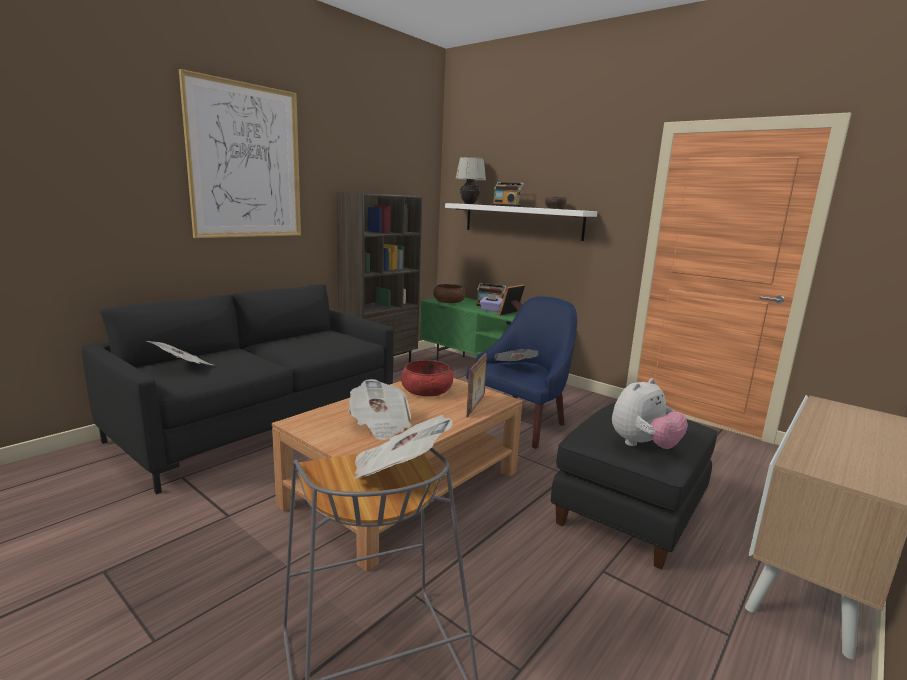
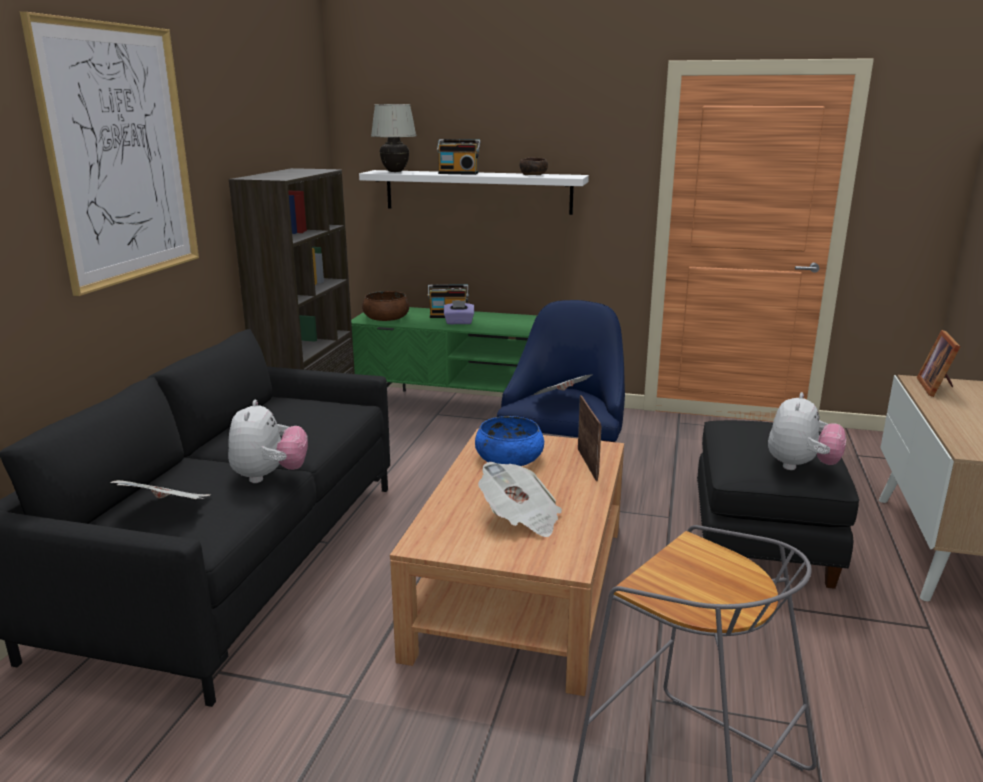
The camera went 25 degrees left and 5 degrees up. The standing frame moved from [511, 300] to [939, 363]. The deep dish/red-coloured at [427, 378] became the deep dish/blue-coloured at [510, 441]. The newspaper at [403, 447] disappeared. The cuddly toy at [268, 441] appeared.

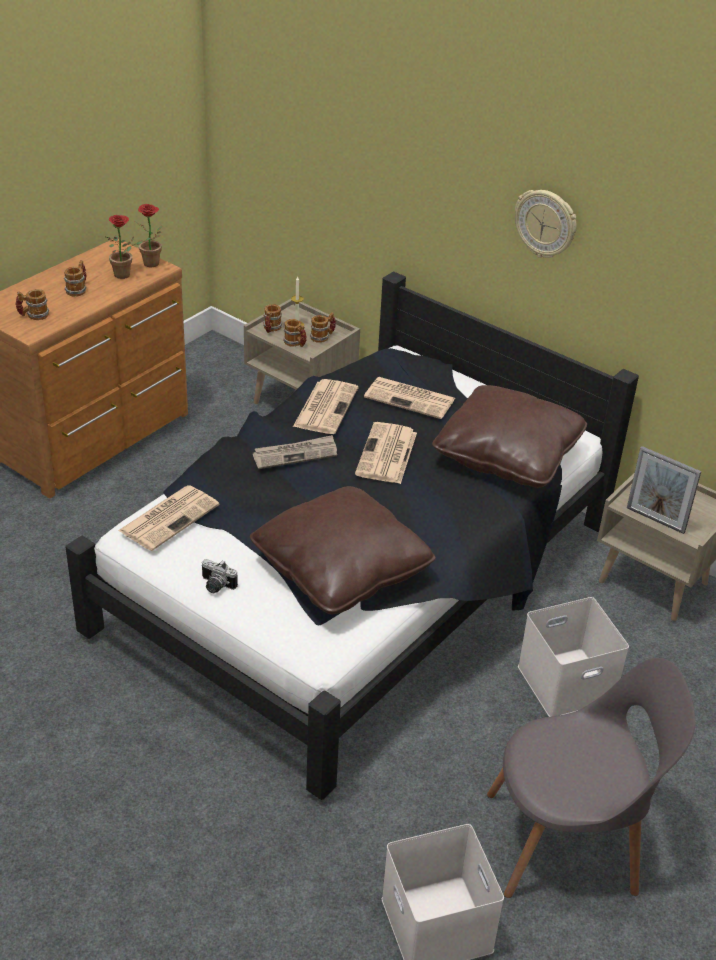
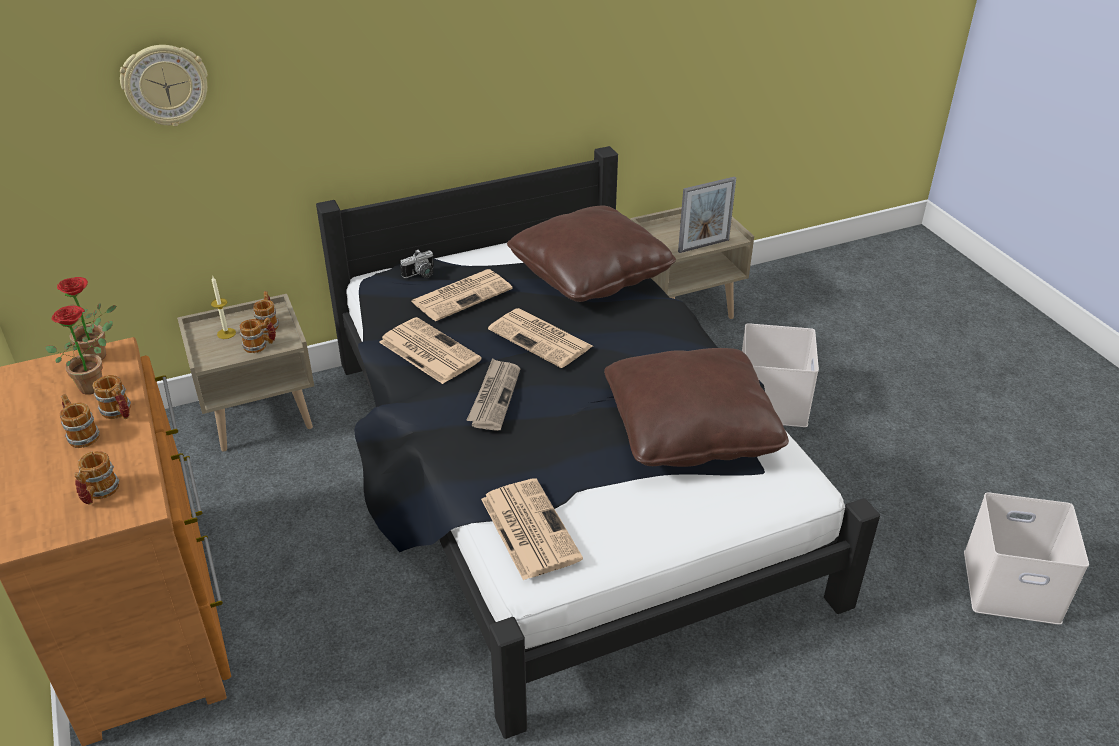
The camera went 60 degrees left and 0 degrees up. The hanging clock moved from [546, 224] to [164, 85]. The tea mug moved from [272, 318] to [112, 397]. The photo camera moved from [219, 576] to [417, 263]. The upright chair/grey at [591, 778] disappeared.

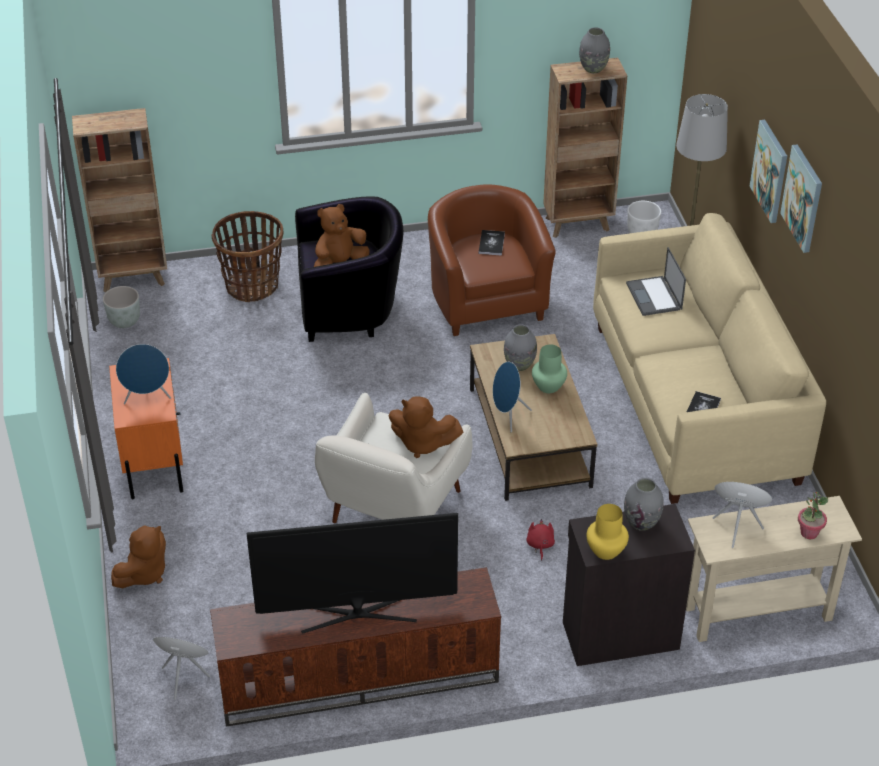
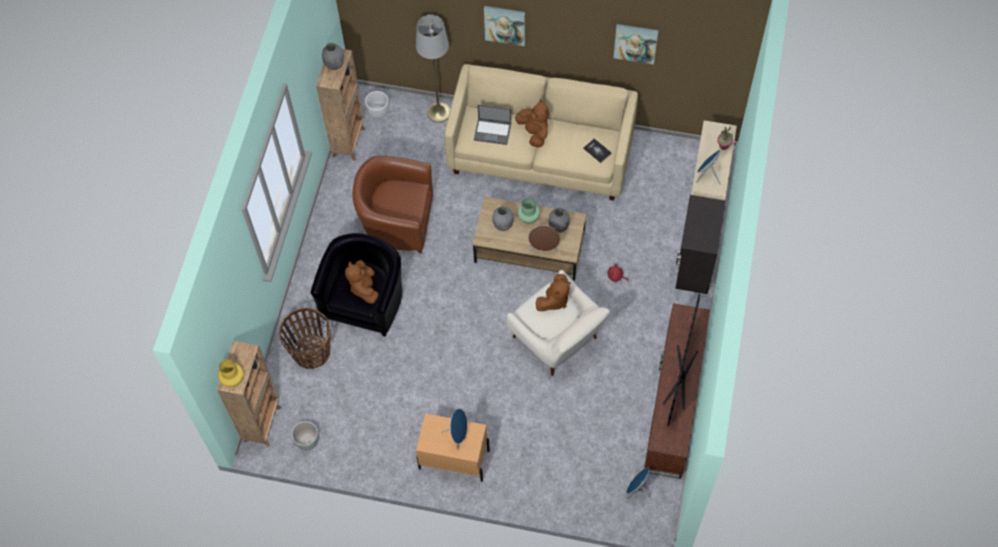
The camera went 65 degrees left and 20 degrees up. The wall art moved from [801, 198] to [636, 44]. The bound book at [491, 243] disappeared. The nightstand/orange at [146, 428] became the nightstand/beige at [453, 447]. The speaker/blue-coloured at [512, 397] became the speaker/brown-coloured at [544, 239]. The vase/grey moved from [644, 504] to [559, 220]. The vase/yellow-coloured moved from [607, 532] to [231, 373]. The cuddly toy/brown-coloured moved from [138, 556] to [532, 123].

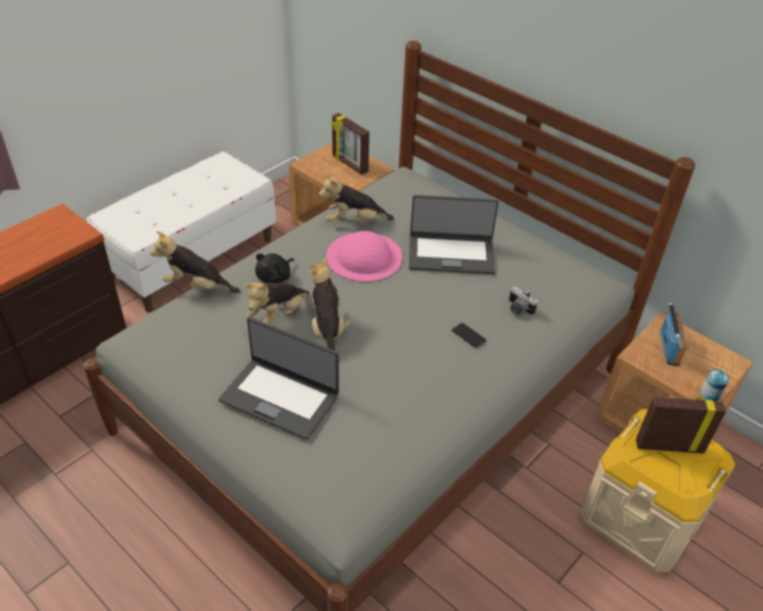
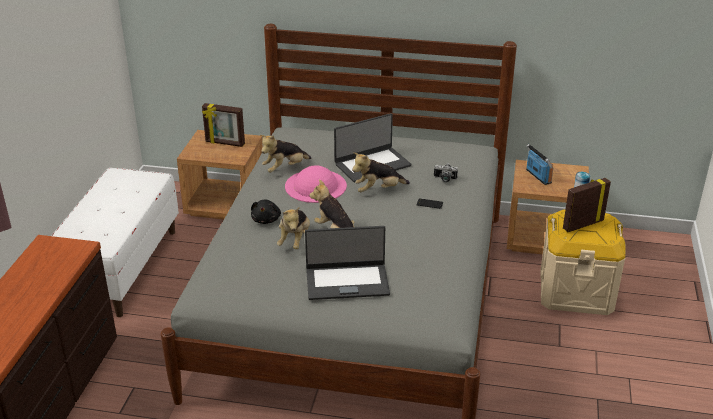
The camera went 30 degrees left and 10 degrees down. The cuddly toy moved from [195, 262] to [381, 172].

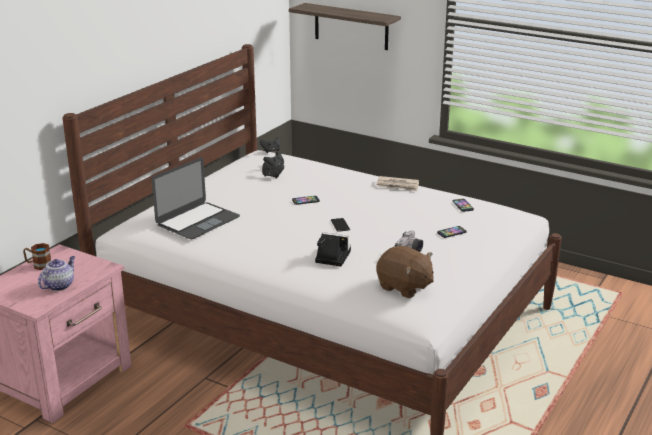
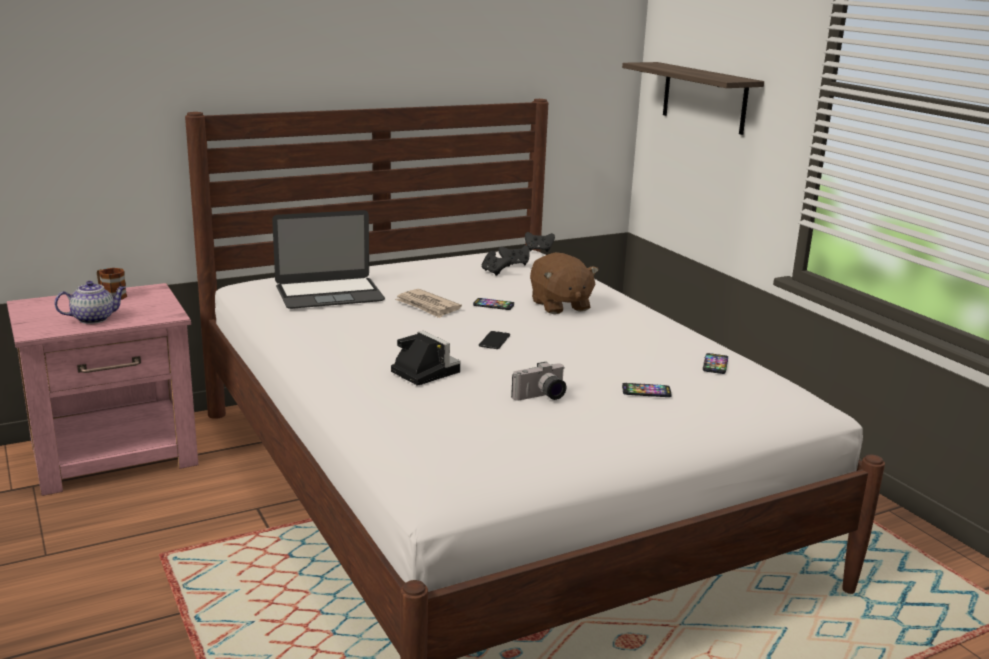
The camera went 30 degrees right and 5 degrees down. The newspaper moved from [397, 183] to [428, 303]. The cuddly toy/brown-coloured moved from [405, 272] to [564, 283].

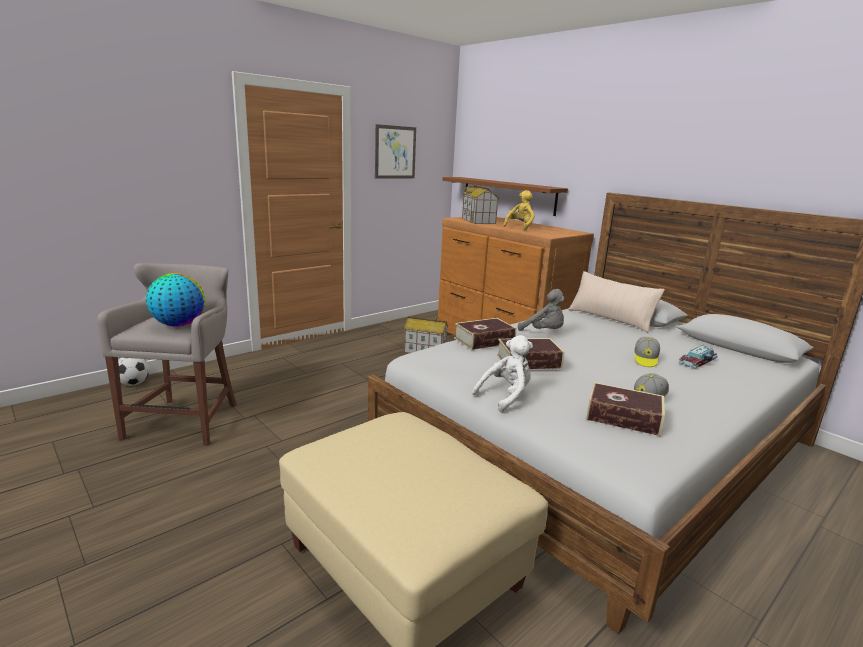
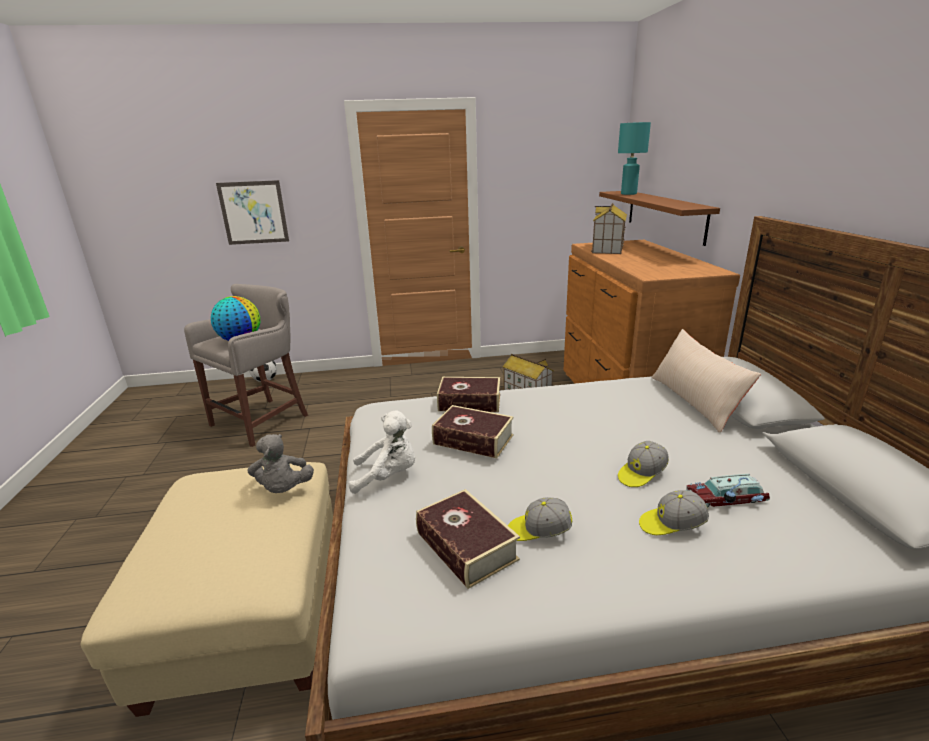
The camera went 35 degrees right and 5 degrees up. The wall art moved from [395, 151] to [252, 212]. The cuddly toy/yellow-coloured at [519, 210] disappeared. The cuddly toy/grey moved from [541, 310] to [281, 463]. The table lamp/blue-green at [634, 158] appeared. The peaked cap at [674, 512] appeared.

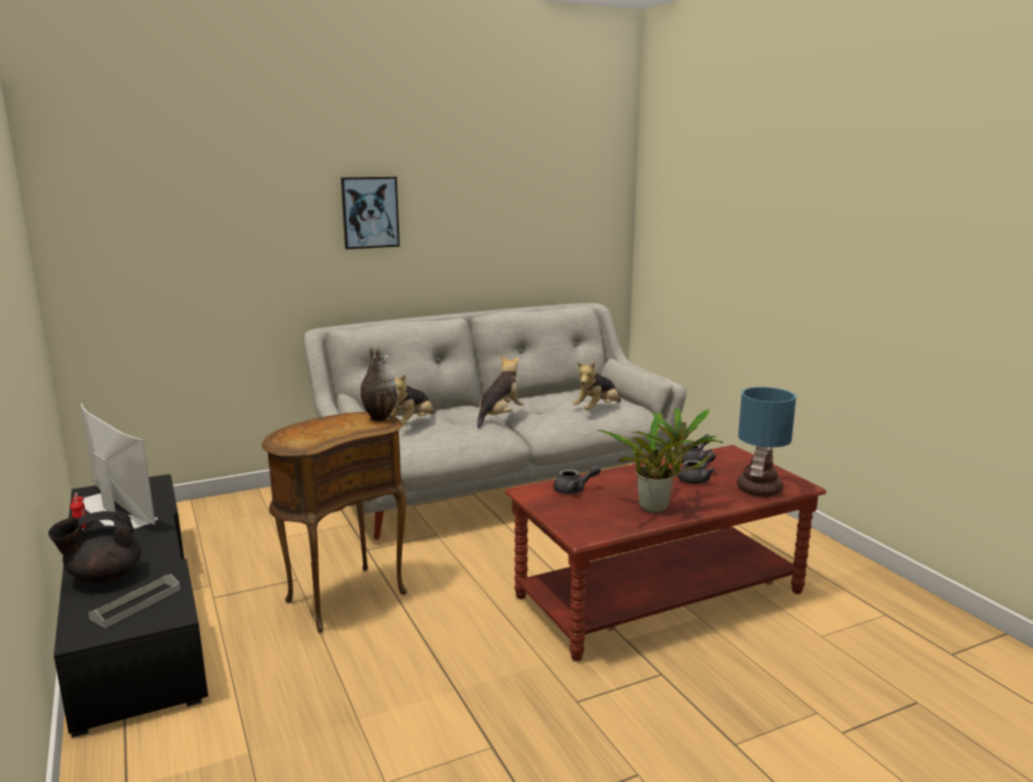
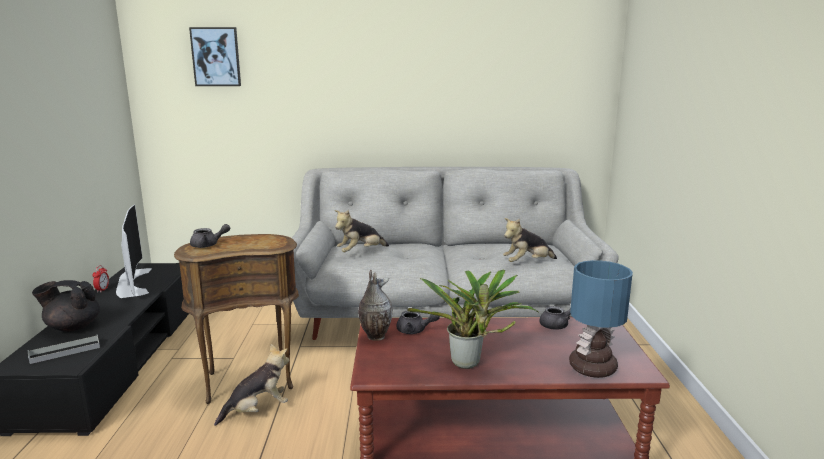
The camera went 25 degrees right and 0 degrees up. The wall art moved from [370, 213] to [215, 56]. The vase moved from [379, 384] to [375, 305]. The cuddly toy moved from [500, 392] to [251, 385]. The teapot/grey moved from [697, 467] to [210, 236].

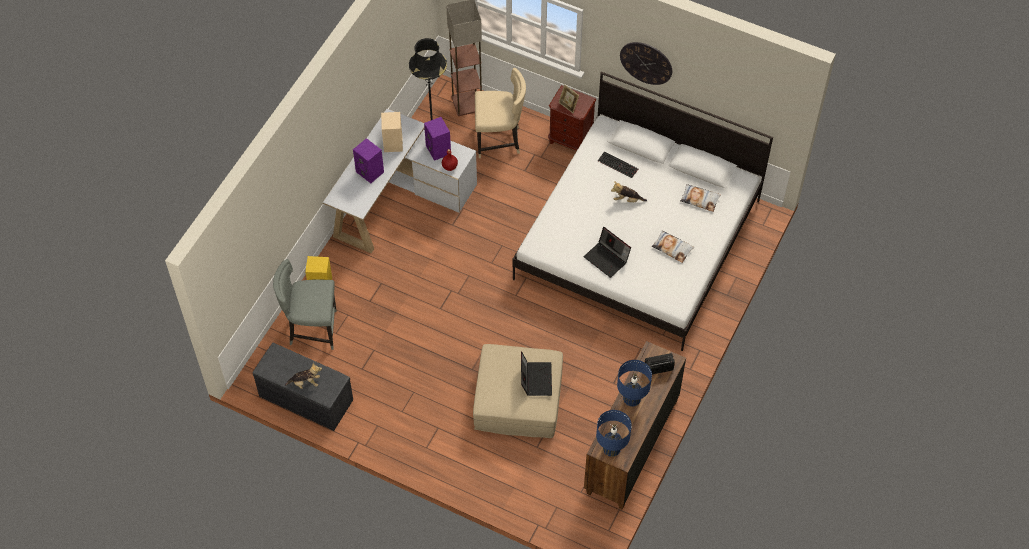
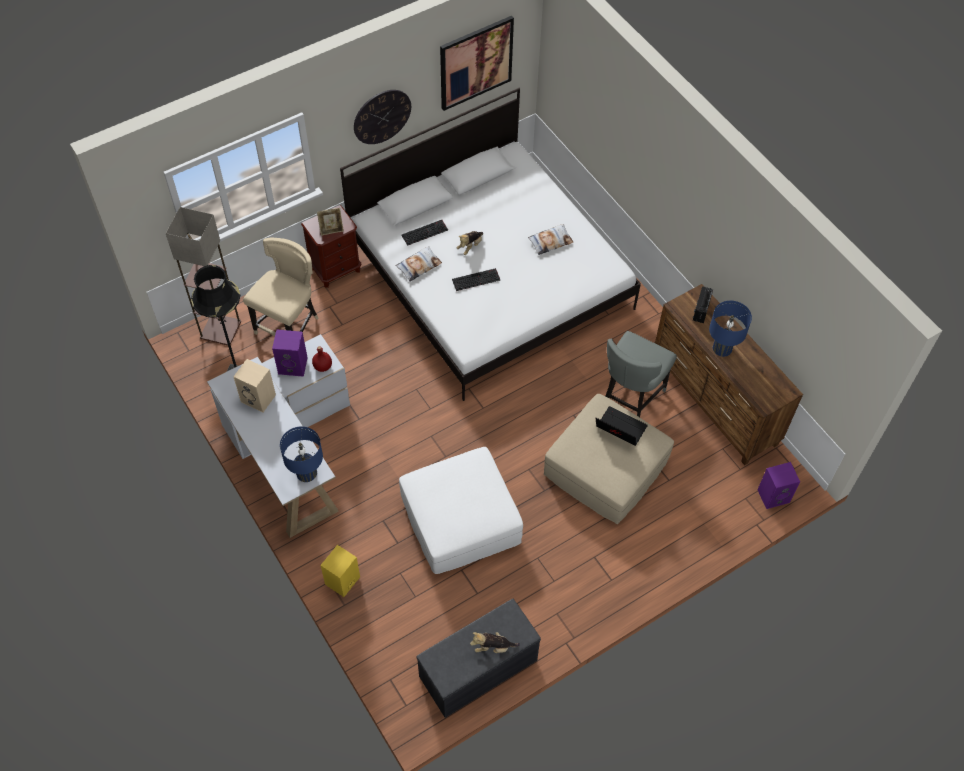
The camera went 60 degrees left and 0 degrees up. The speaker/purple moved from [368, 160] to [778, 485]. The pillow moved from [700, 198] to [419, 264]. The laptop at [607, 252] disappeared. The upright chair/grey moved from [304, 304] to [641, 374]. The cuddly toy at [303, 376] turned 120 degrees counterclockwise. The table lamp/blue-coloured moved from [614, 433] to [301, 454]. The wall art at [477, 63] appeared. The computer keyboard at [476, 279] appeared. The pouffe/white-coloured at [461, 510] appeared.

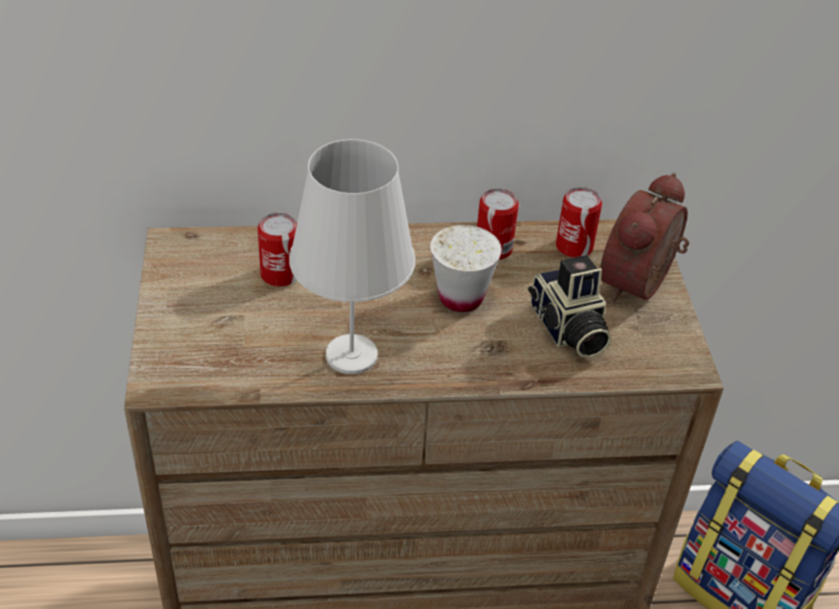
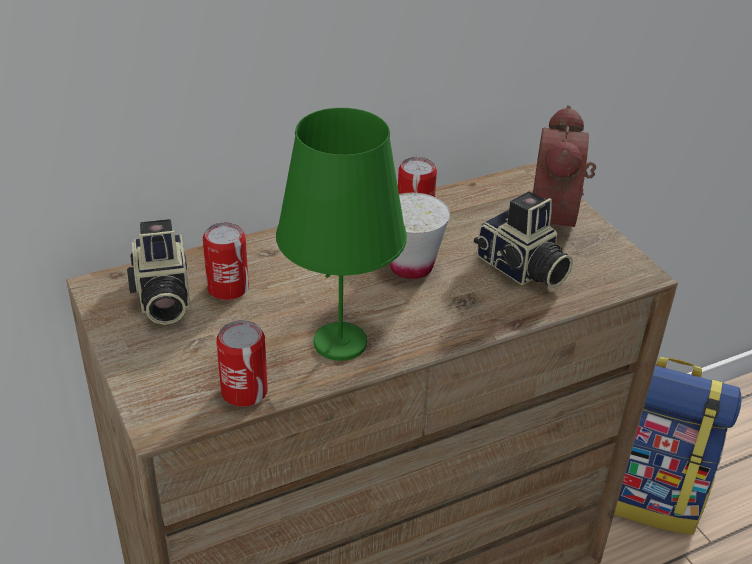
The camera went 20 degrees left and 5 degrees down. The table lamp/white-coloured at [352, 256] became the table lamp/green-coloured at [341, 234]. The metal can moved from [579, 222] to [242, 363]. The photo camera at [158, 272] appeared.

